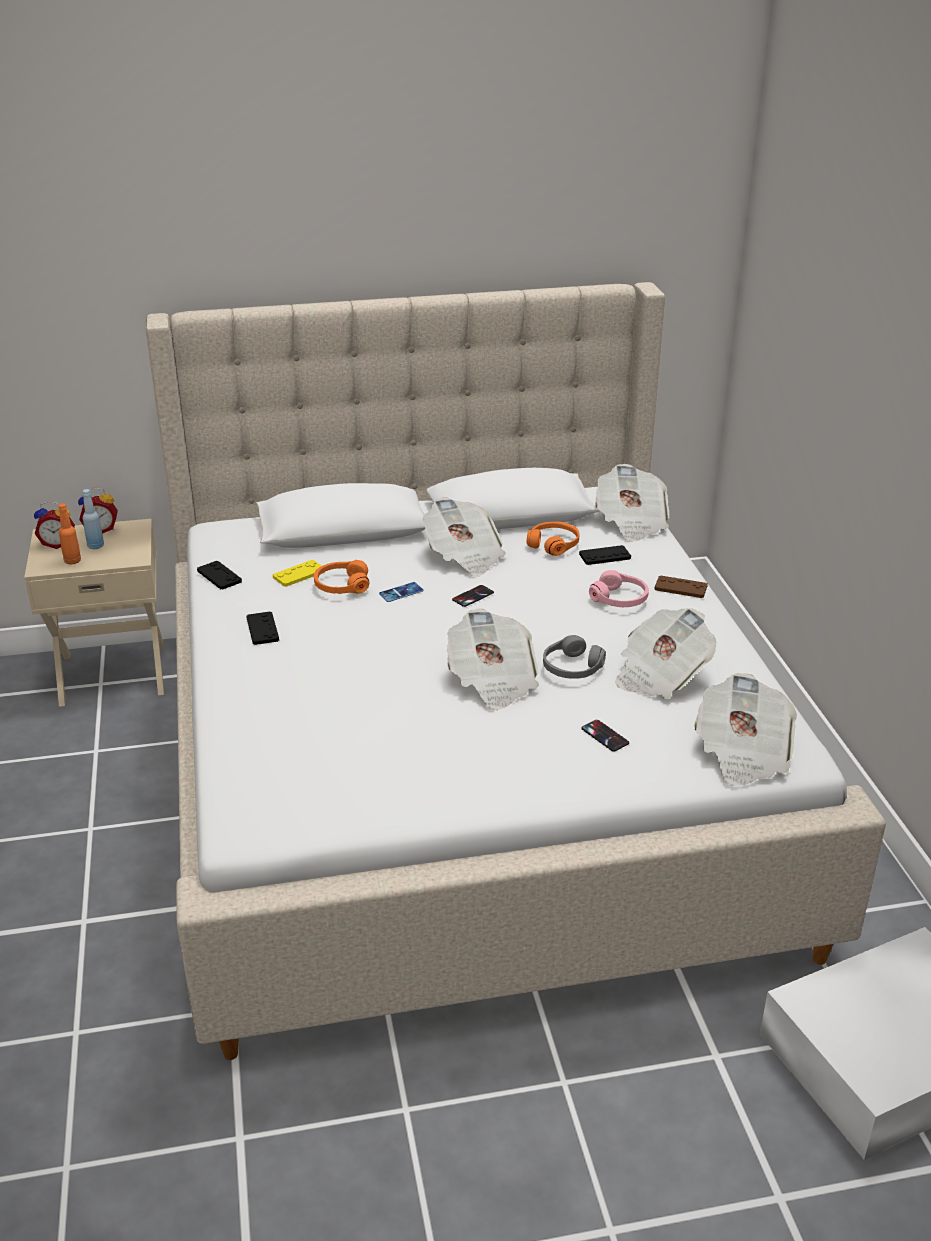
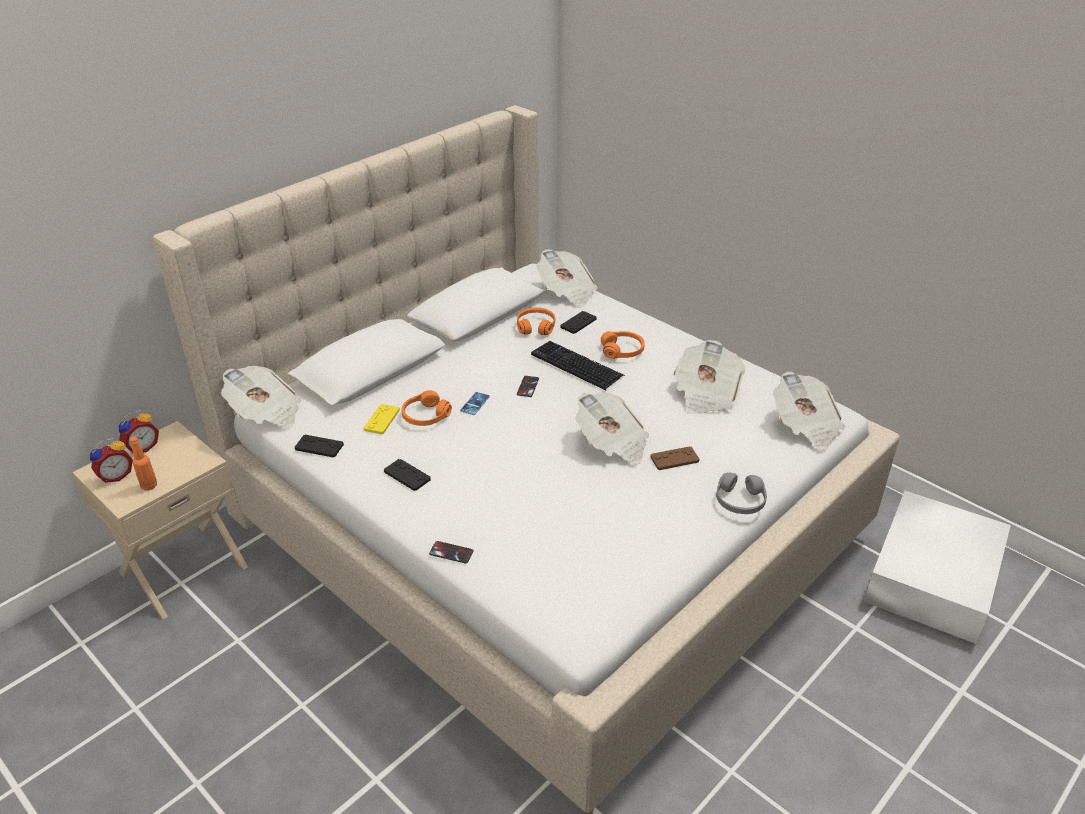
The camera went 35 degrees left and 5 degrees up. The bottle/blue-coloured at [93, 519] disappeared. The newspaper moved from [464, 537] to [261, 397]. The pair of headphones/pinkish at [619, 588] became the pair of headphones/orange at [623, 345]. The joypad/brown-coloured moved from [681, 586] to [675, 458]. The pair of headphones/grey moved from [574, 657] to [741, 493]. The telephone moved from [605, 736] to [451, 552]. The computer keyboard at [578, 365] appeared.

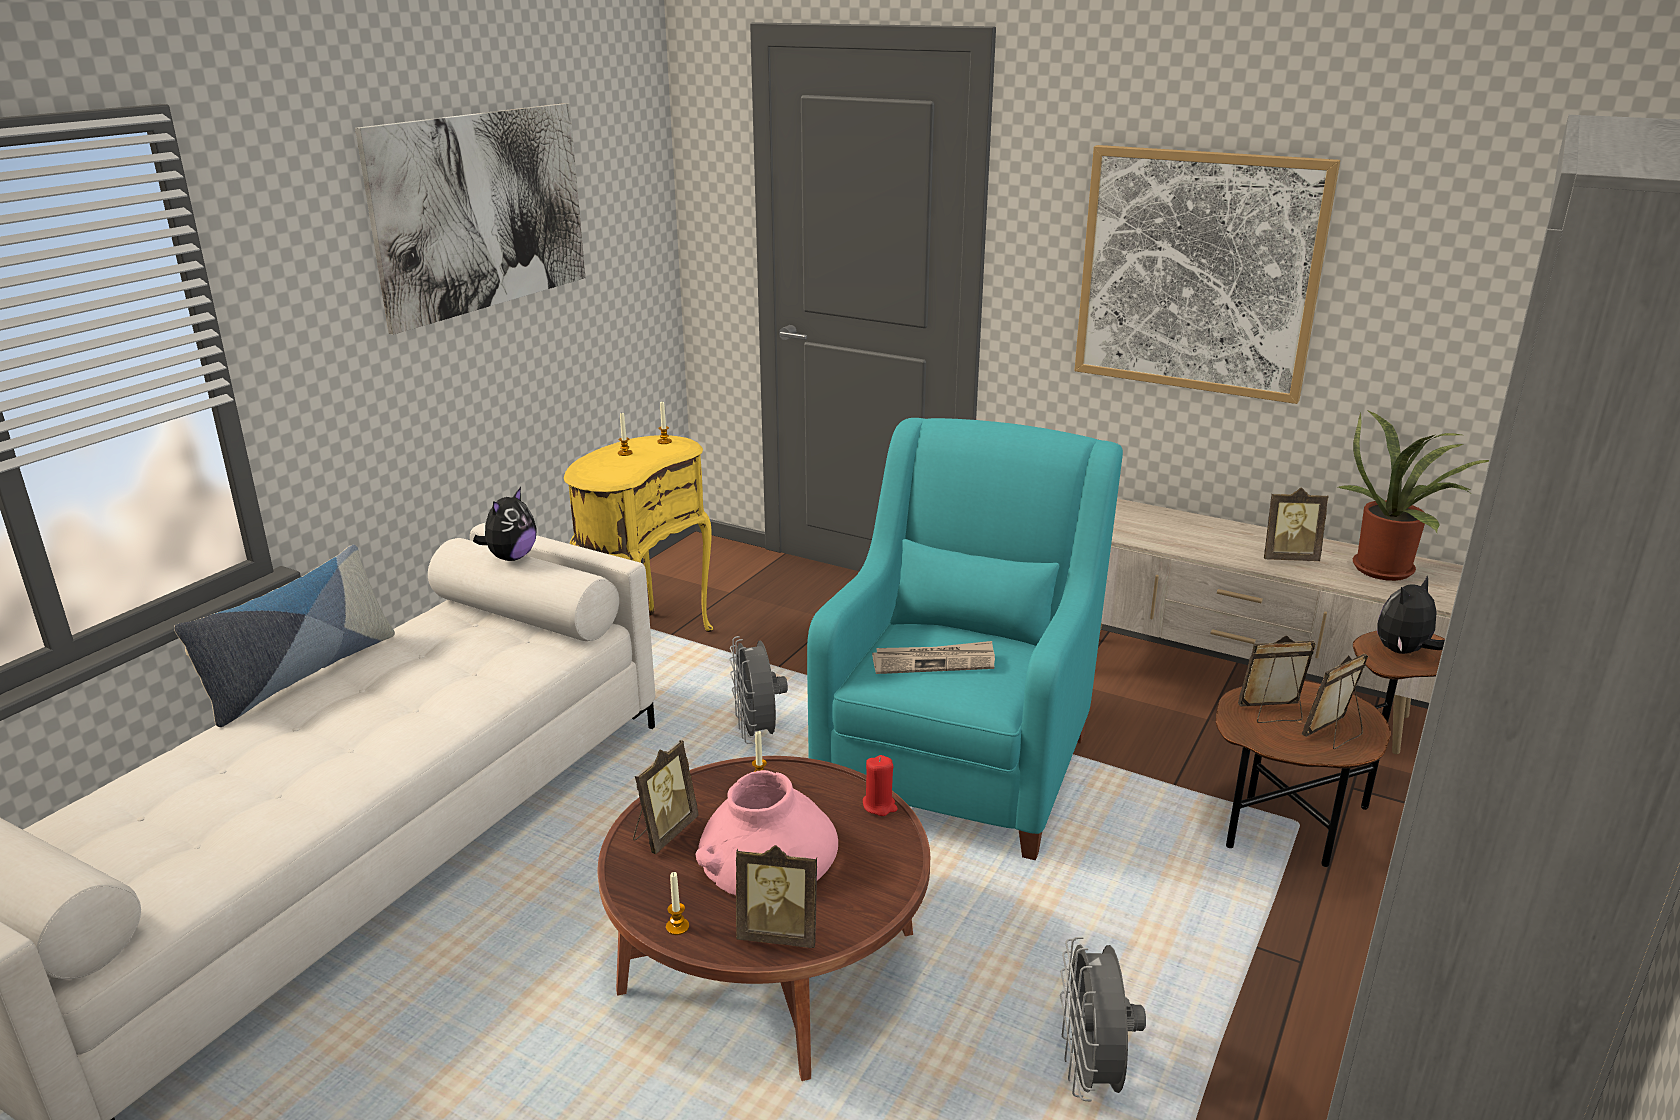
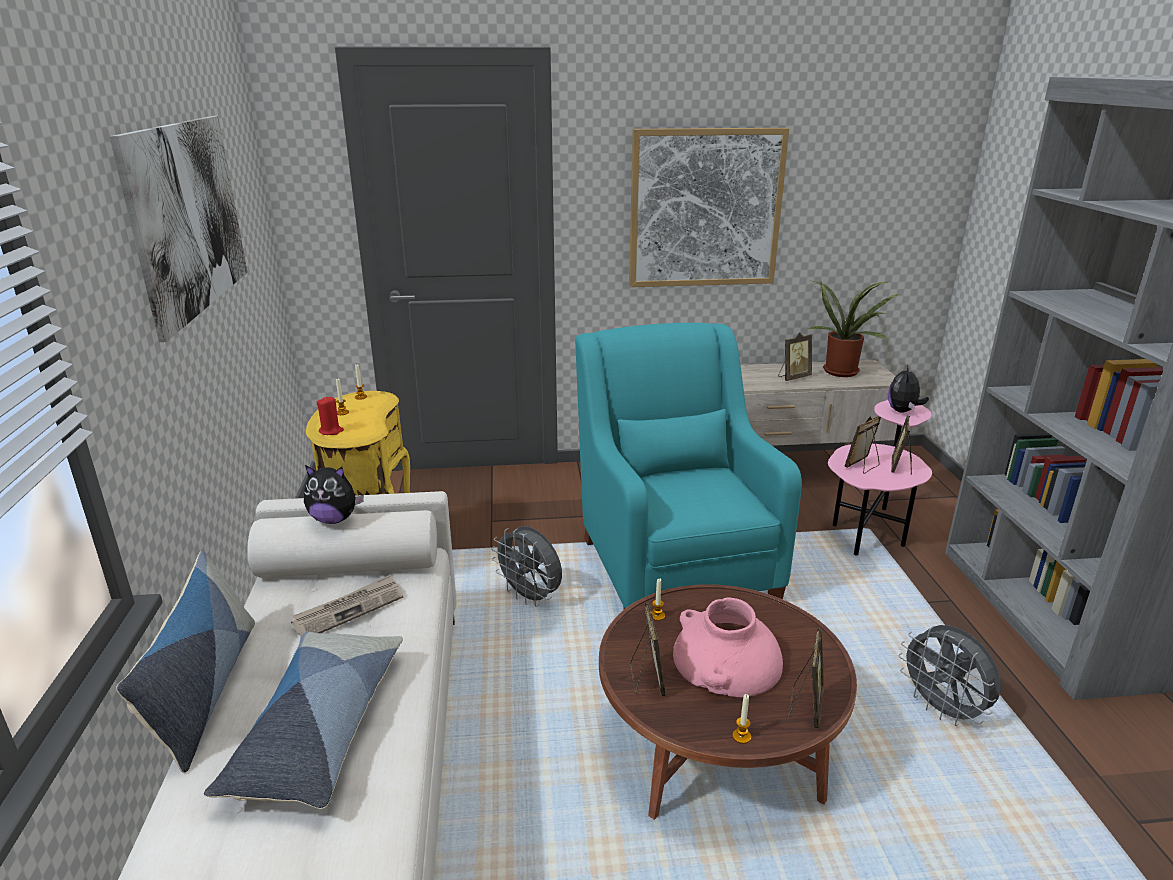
The camera went 35 degrees left and 0 degrees up. The cuddly toy at [505, 524] turned 105 degrees clockwise. The end table/brown-coloured at [1330, 749] became the end table/pinkish at [880, 477]. The newspaper moved from [933, 657] to [347, 605]. The wax candle/red-coloured moved from [880, 785] to [330, 415]. The standing frame at [776, 896] turned 45 degrees counterclockwise. The pillow at [303, 720] appeared.

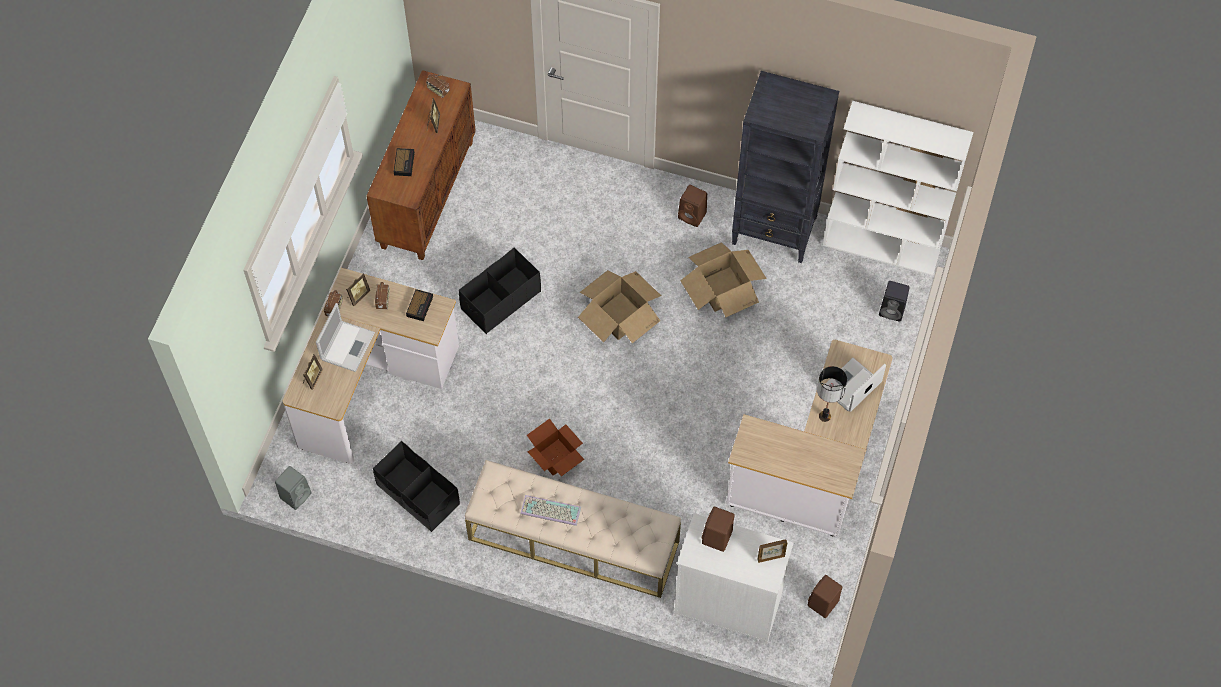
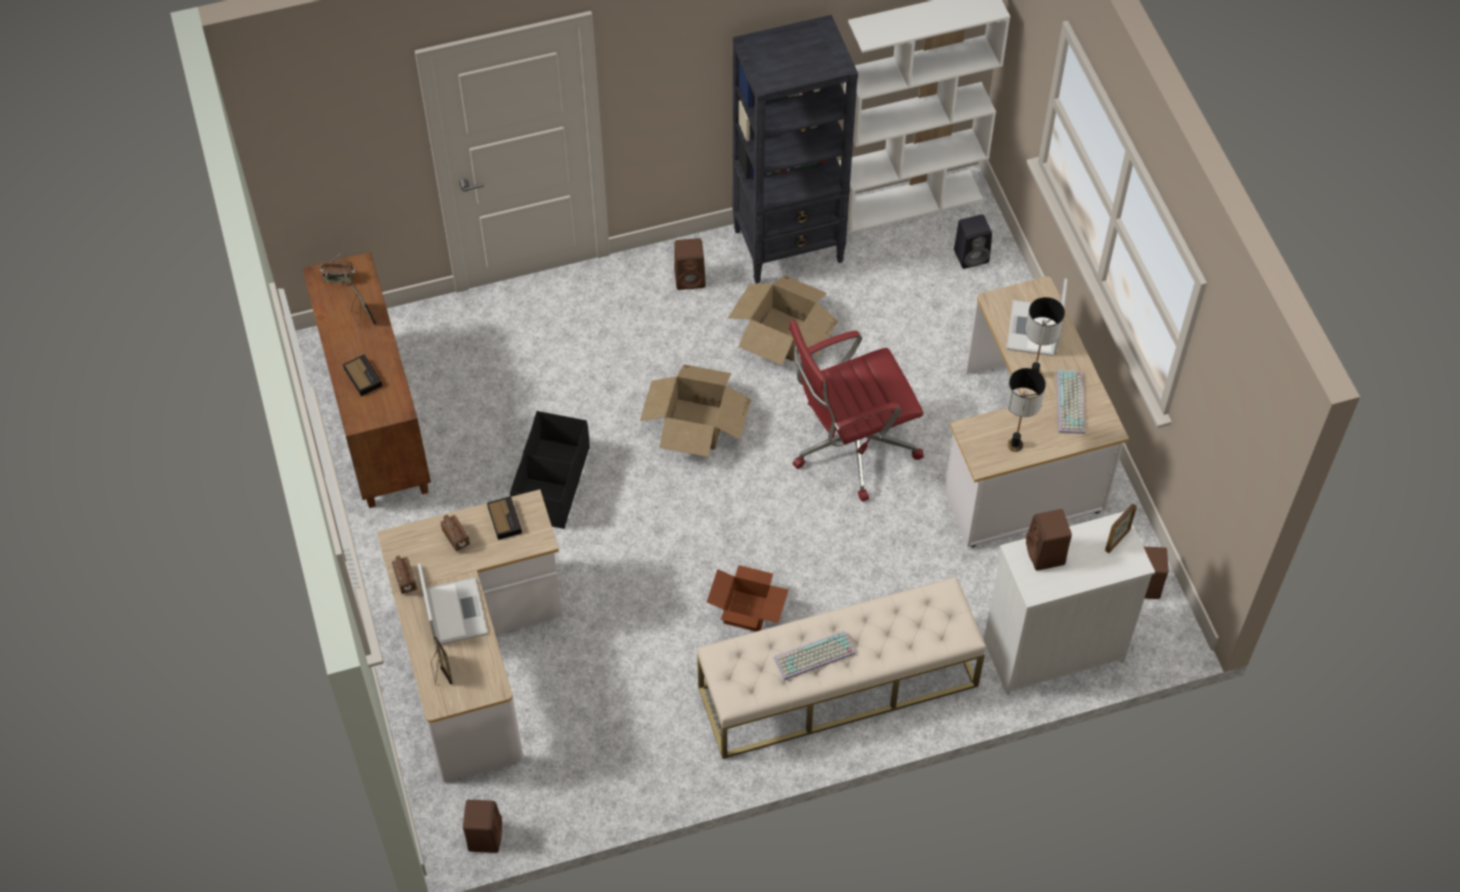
The camera went 35 degrees left and 5 degrees down. The standing frame at [358, 289] disappeared. The storage container/blackish at [416, 486] disappeared. The speaker/grey at [293, 488] became the speaker/brown-coloured at [482, 826]. The desk chair/red-coloured at [856, 410] appeared. The table lamp at [1026, 410] appeared. The computer keyboard at [1070, 402] appeared.

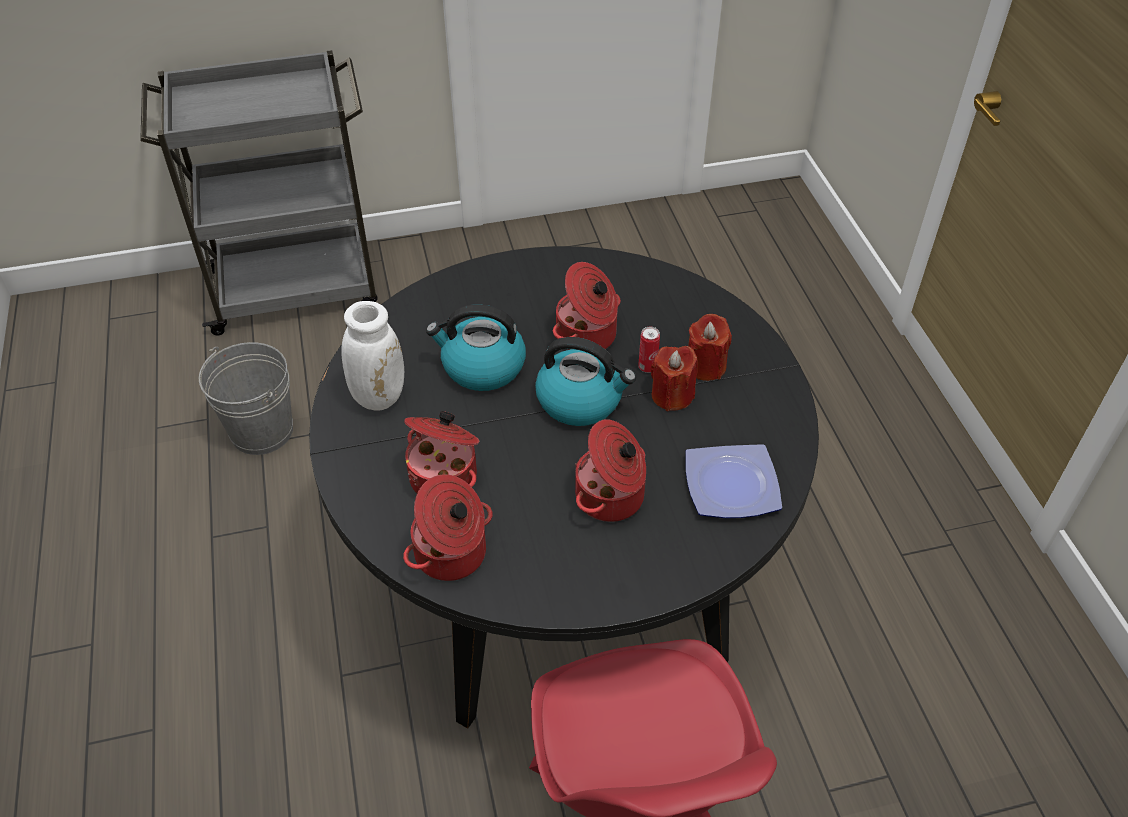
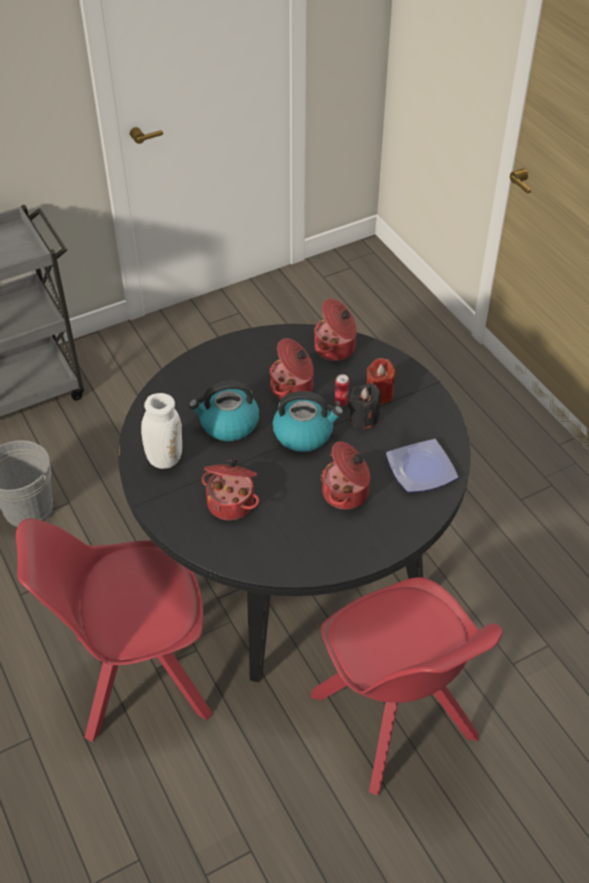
The camera went 15 degrees left and 0 degrees up. The wax candle/red-coloured at [674, 378] became the wax candle/blackish at [364, 406]. The saucepot moved from [448, 527] to [335, 330]. The upright chair/red-coloured at [114, 630] appeared.

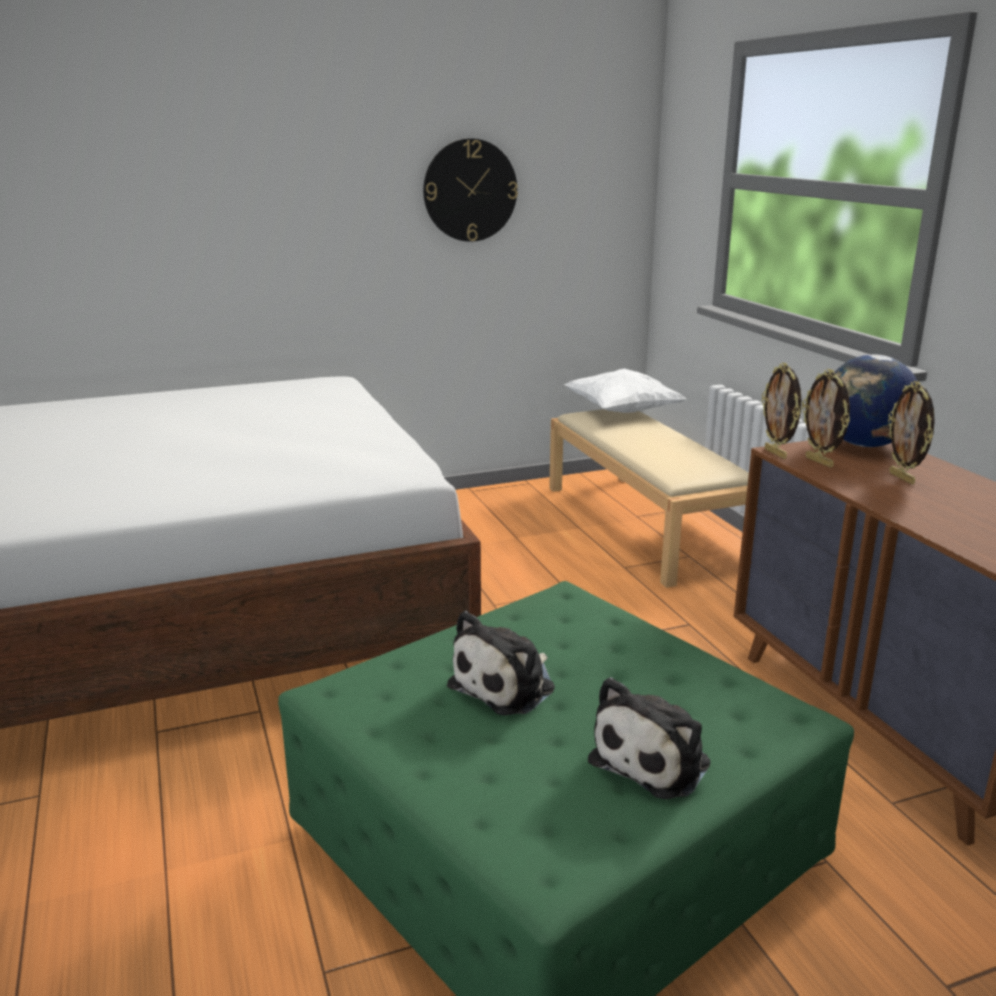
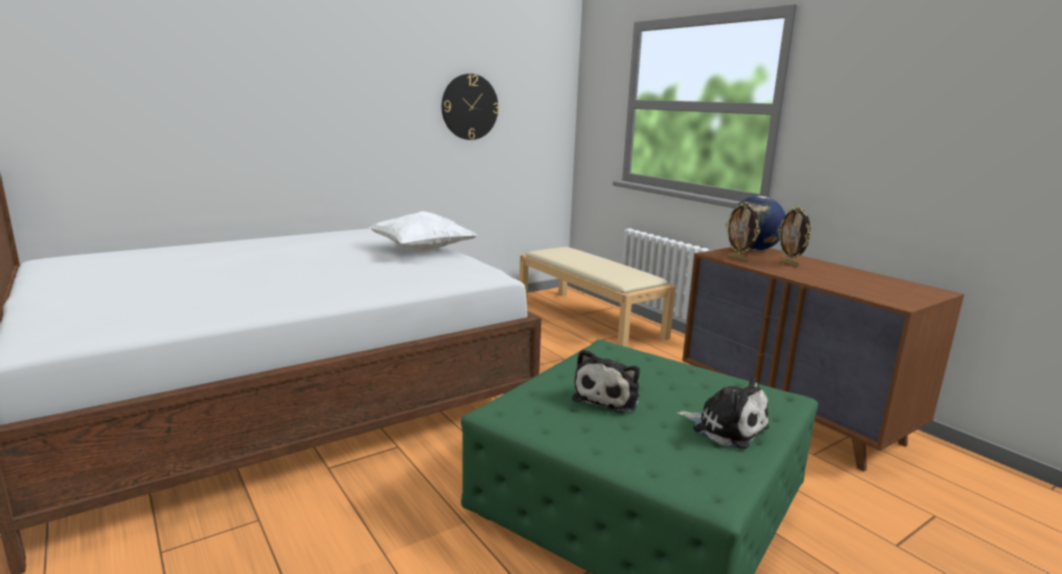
The camera went 15 degrees left and 5 degrees down. The standing frame at [781, 410] disappeared. The pillow/white-coloured moved from [625, 390] to [423, 230]. The cuddly toy at [649, 738] turned 75 degrees counterclockwise.

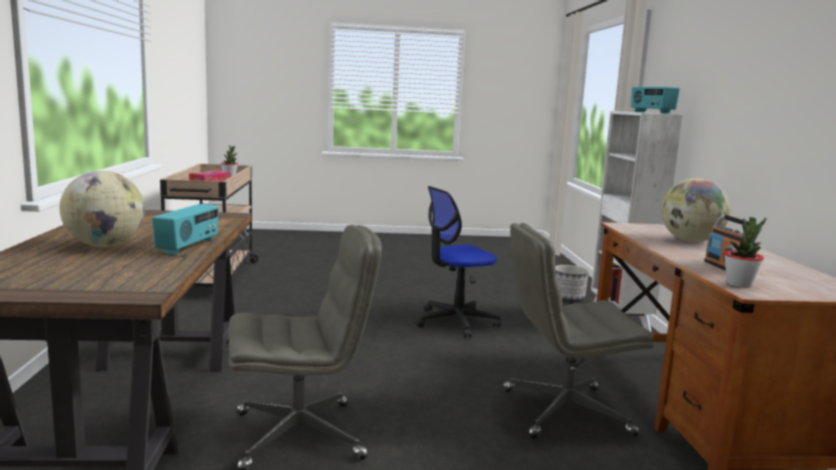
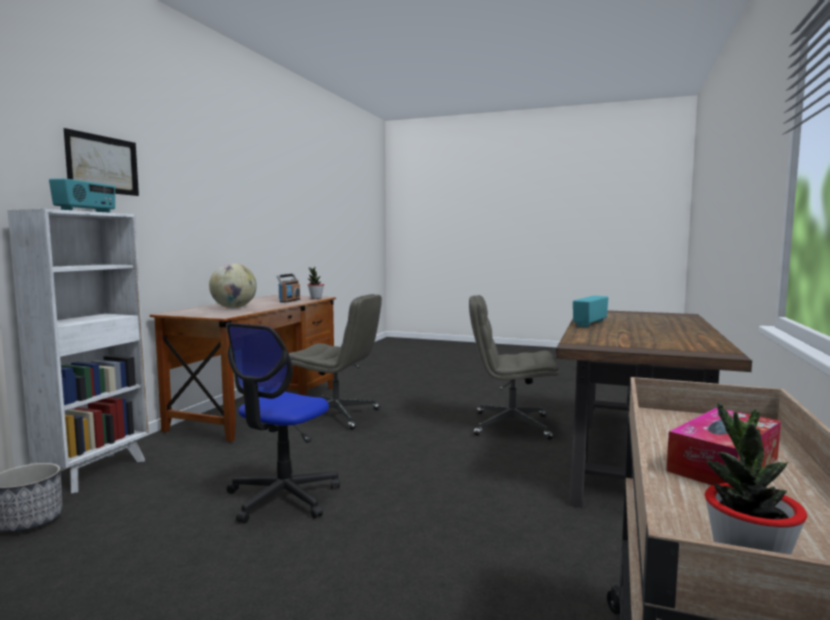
The camera went 155 degrees left and 5 degrees down. The world globe at [102, 209] disappeared. The desk chair at [458, 262] turned 120 degrees clockwise. The wall art at [101, 162] appeared.

